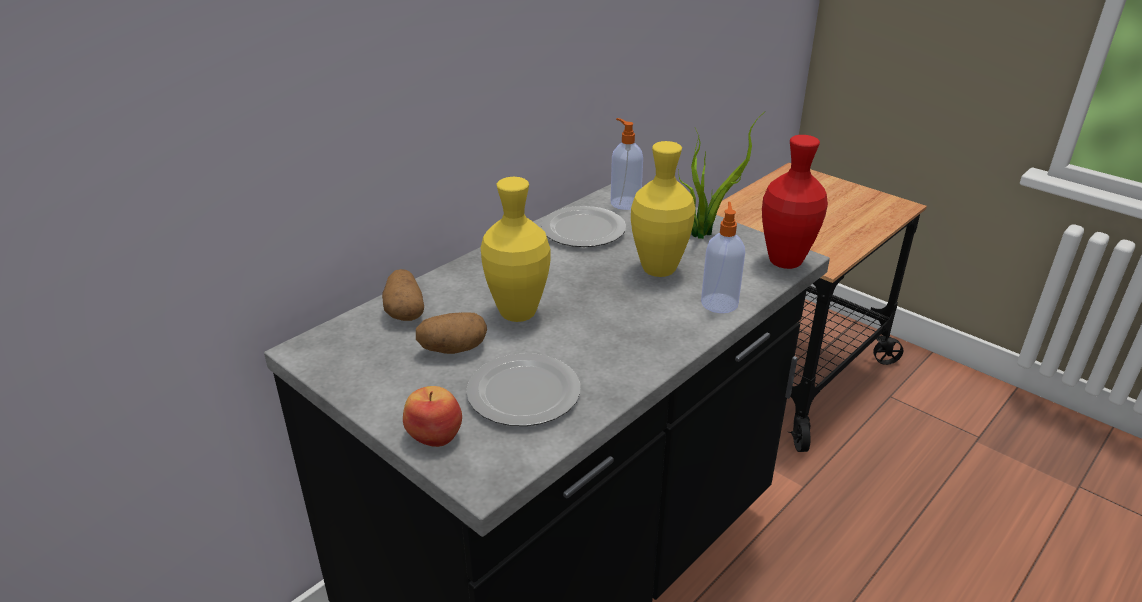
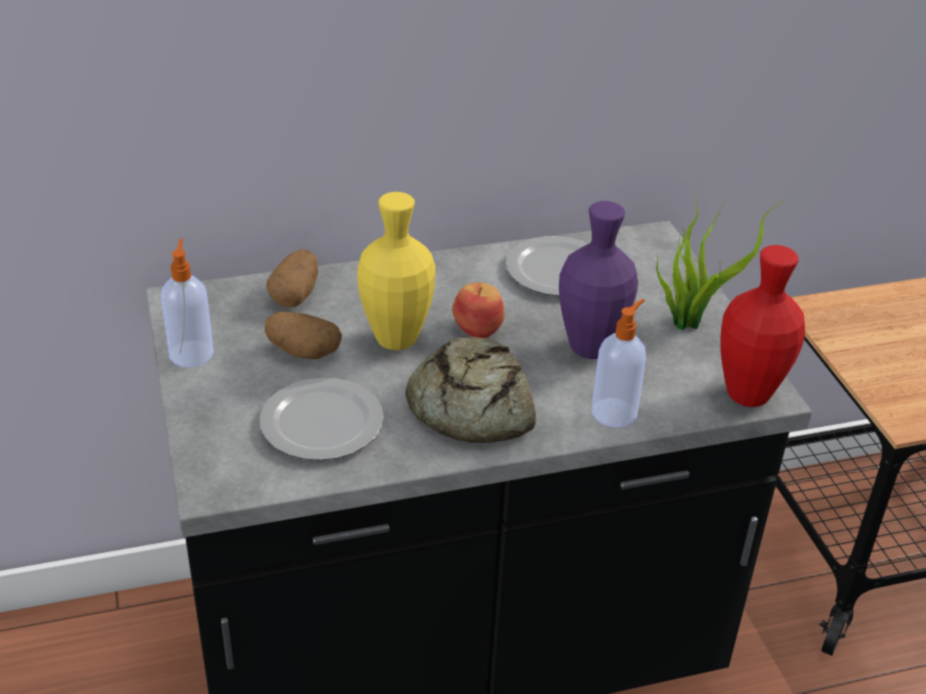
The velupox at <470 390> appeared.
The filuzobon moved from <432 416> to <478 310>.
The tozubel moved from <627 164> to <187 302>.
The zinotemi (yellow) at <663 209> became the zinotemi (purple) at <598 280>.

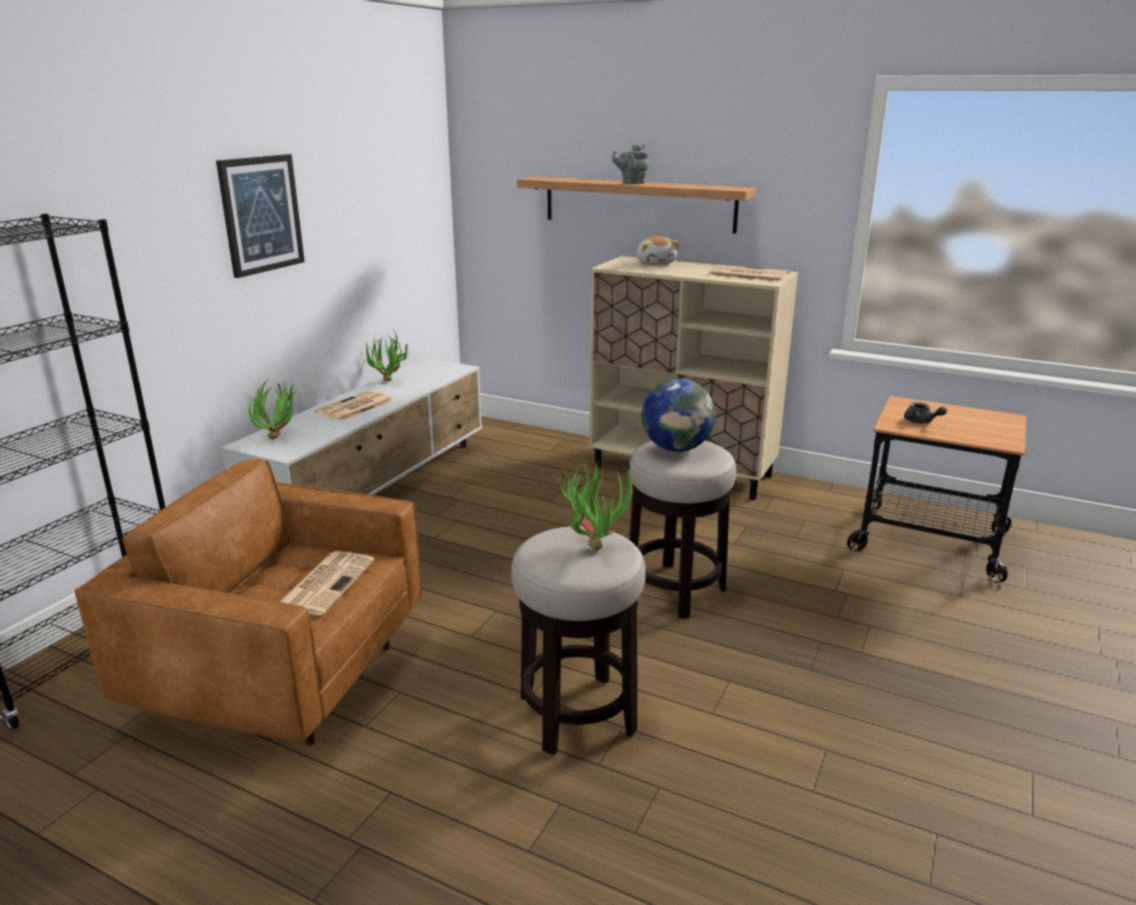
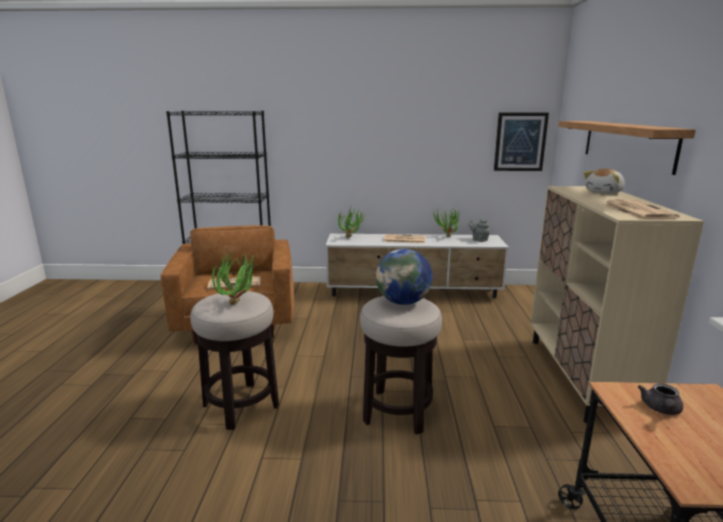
The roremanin moved from <260 216> to <521 141>.
The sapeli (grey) moved from <630 164> to <479 230>.

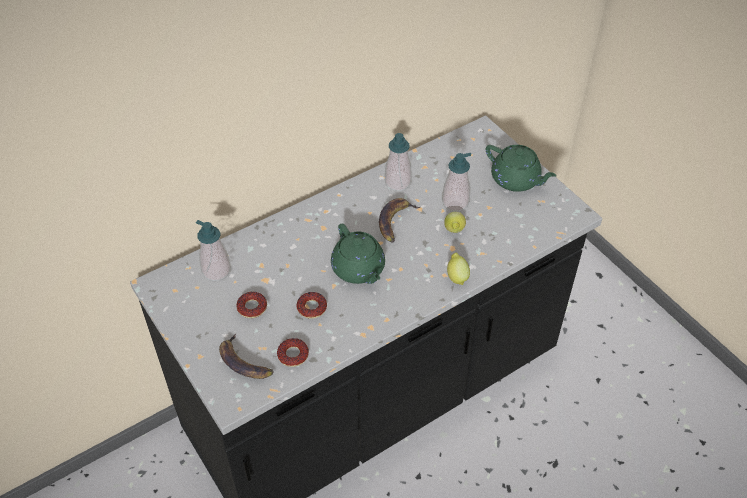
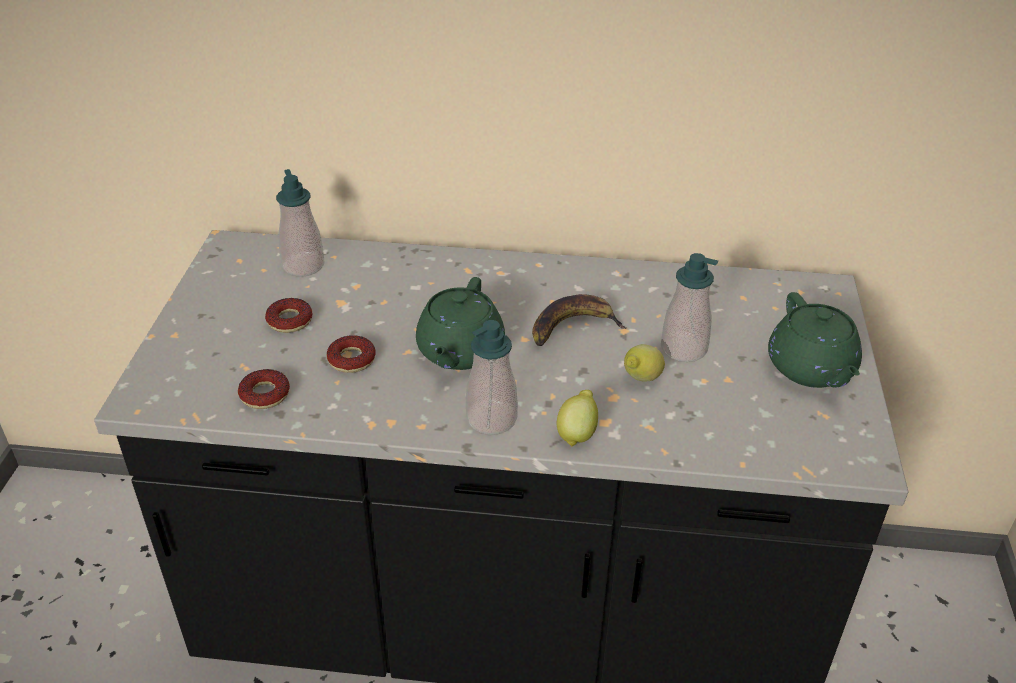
The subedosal at <246 356> disappeared.
The tozubel moved from <398 162> to <492 377>.

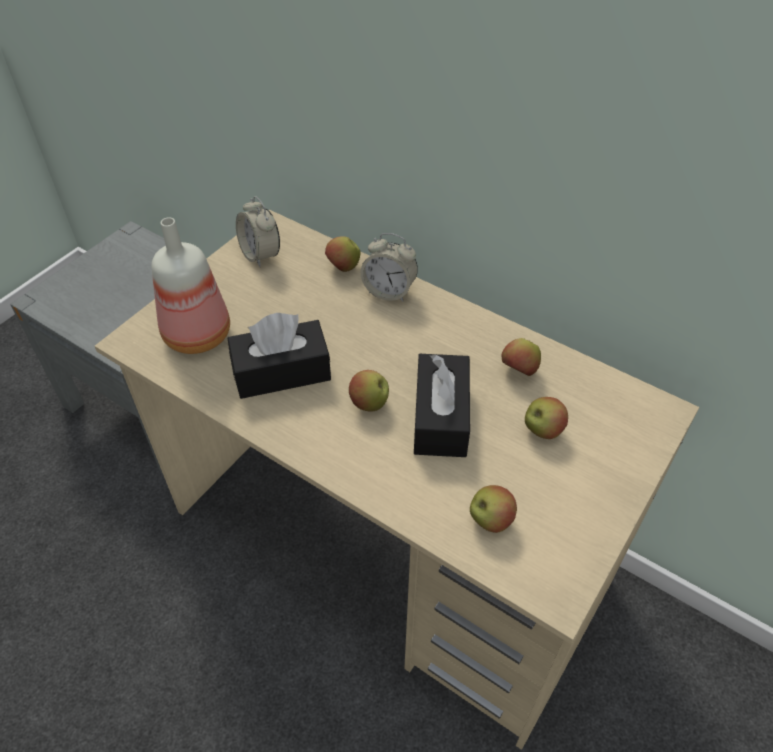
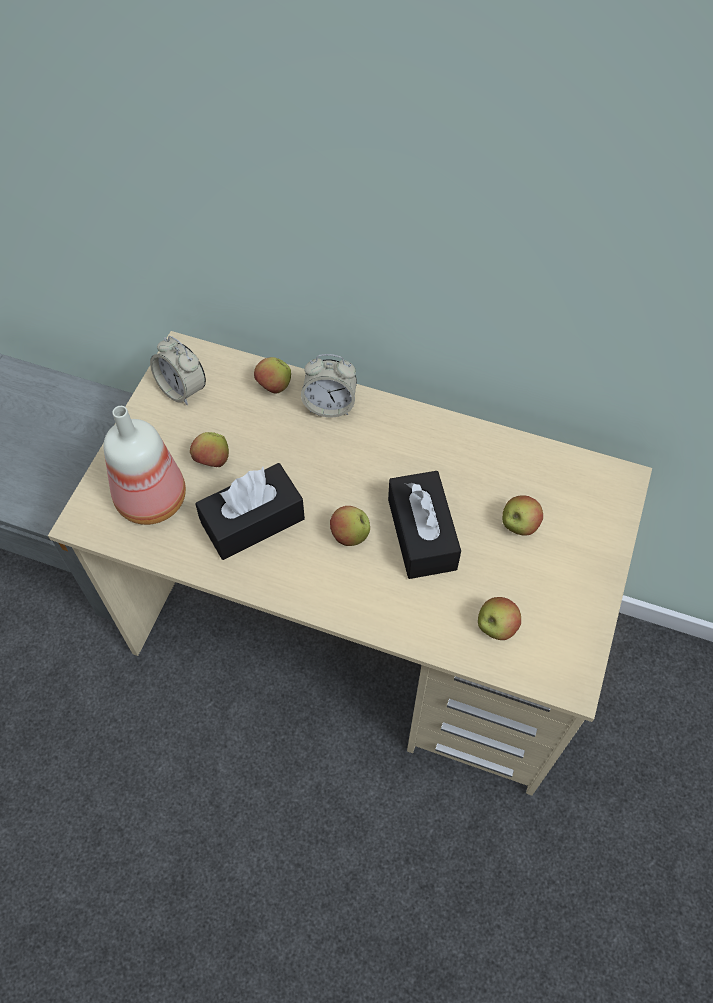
The filuzobon moved from <521 357> to <209 449>.

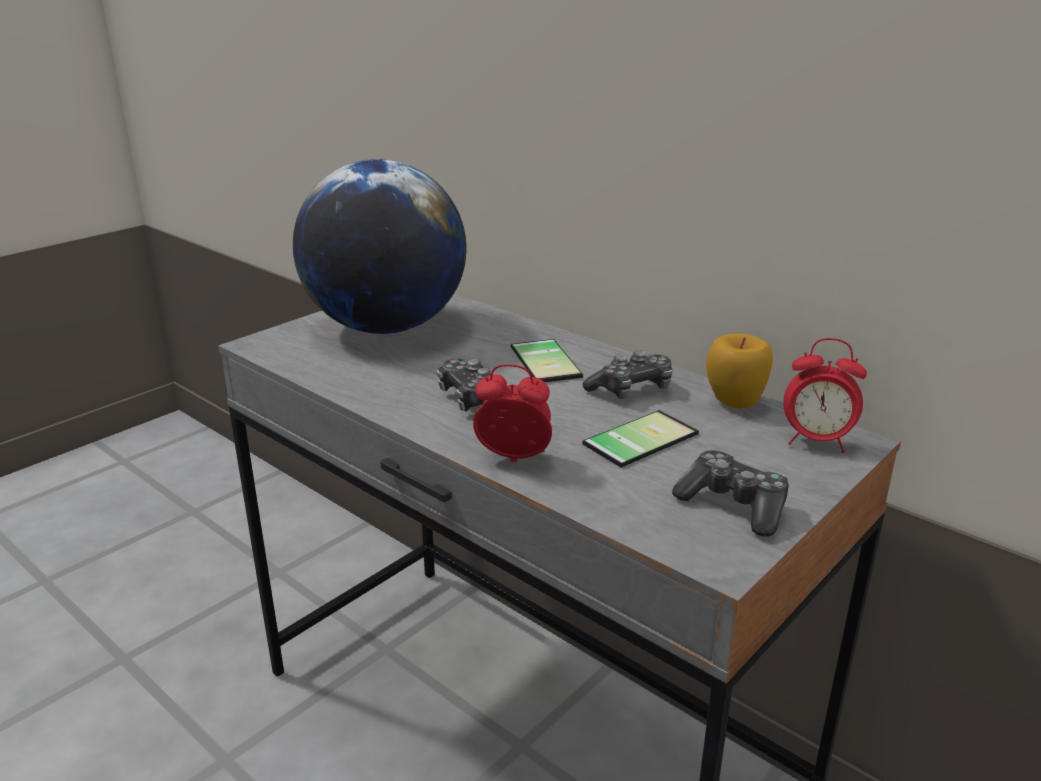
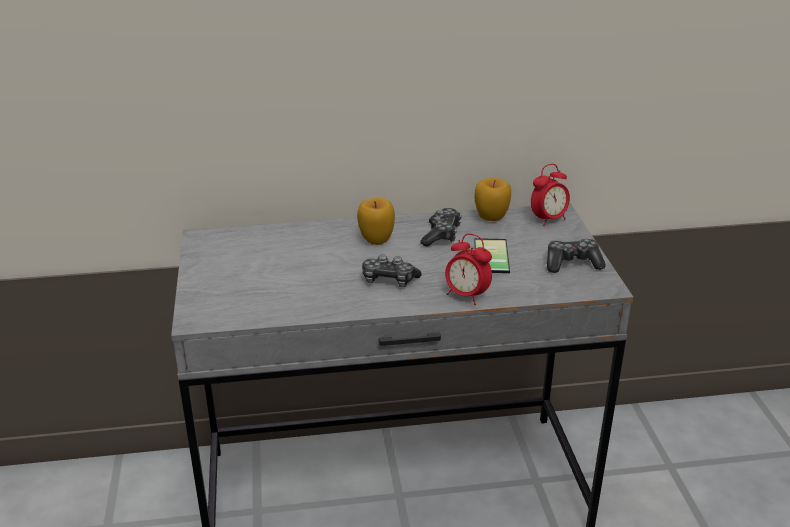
The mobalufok at <380 246> disappeared.
The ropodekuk at <547 360> was replaced by the filuzobon at <376 221>.
The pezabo at <512 413> turned 105 degrees counterclockwise.

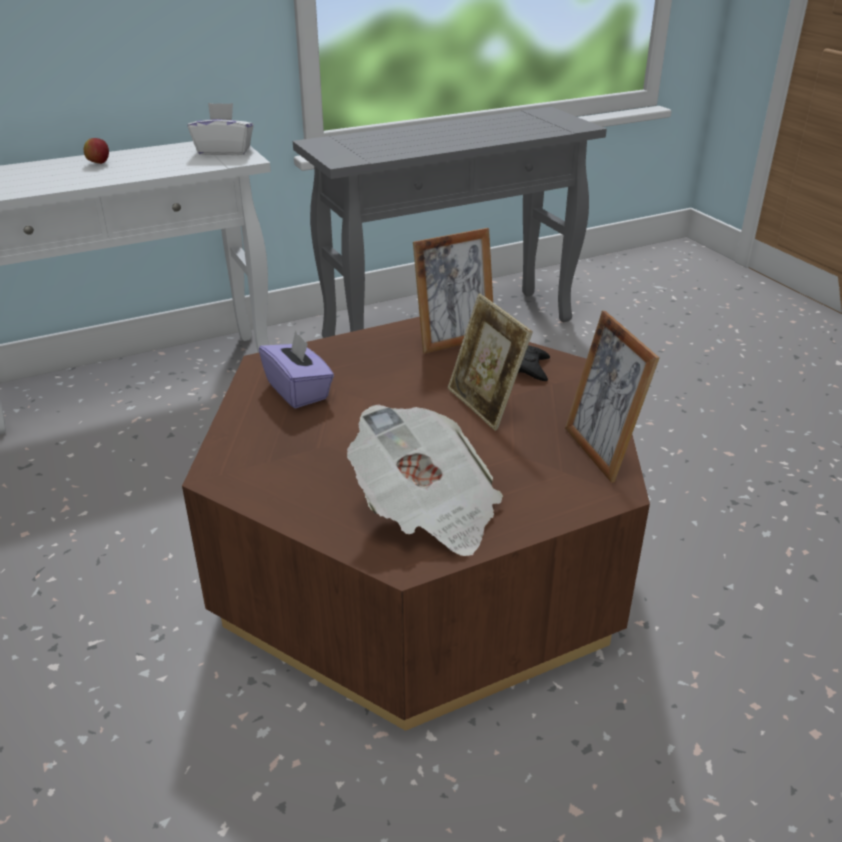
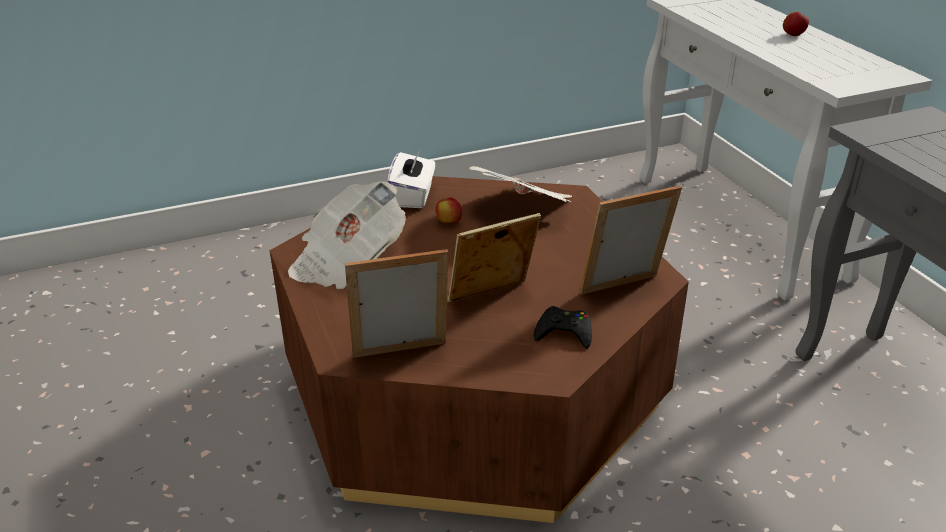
The filuzobon at <449 210> appeared.
The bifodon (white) moved from <221 129> to <411 178>.
The bifodon (purple) at <296 369> was replaced by the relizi at <520 184>.
The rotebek at <453 291> turned 90 degrees clockwise.

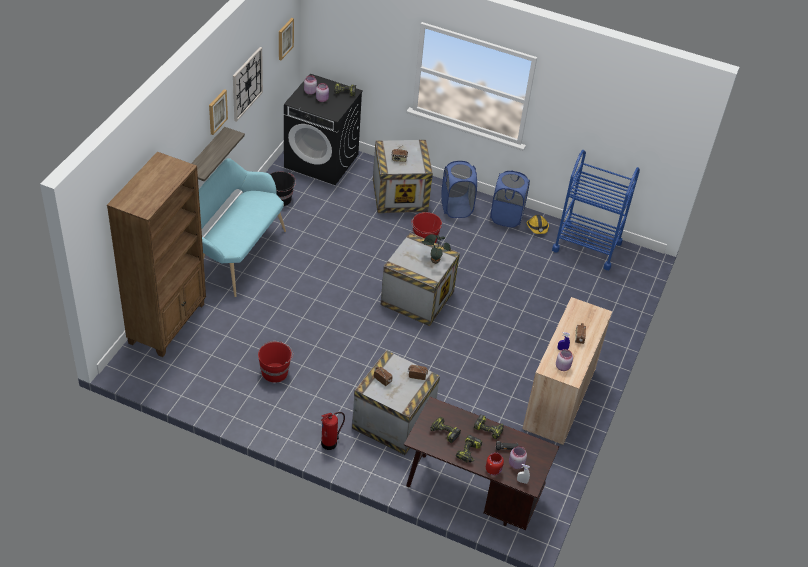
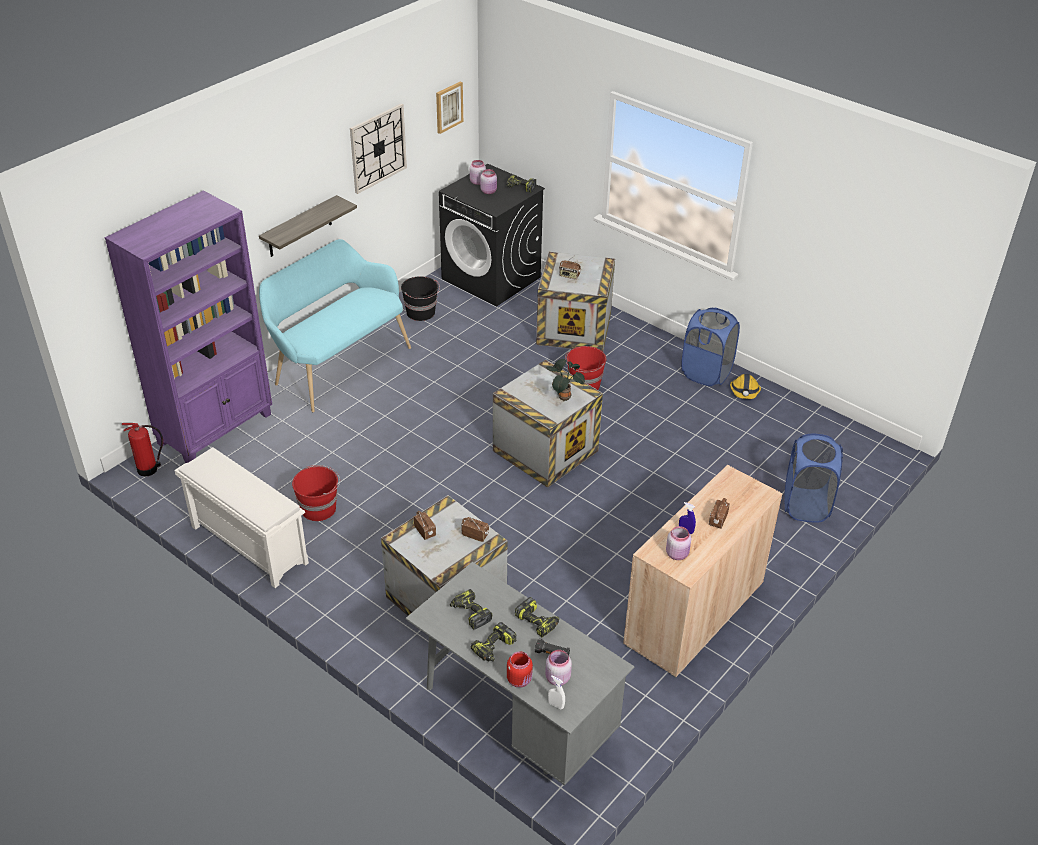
The roremanin at <218 112> disappeared.
The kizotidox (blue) at <596 210> disappeared.
The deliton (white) at <242 517> appeared.
The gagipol moved from <333 431> to <142 449>.
The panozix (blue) moved from <459 189> to <814 478>.
The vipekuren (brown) at <156 254> became the vipekuren (purple) at <188 327>.
The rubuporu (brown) at <481 463> became the rubuporu (grey) at <520 674>.

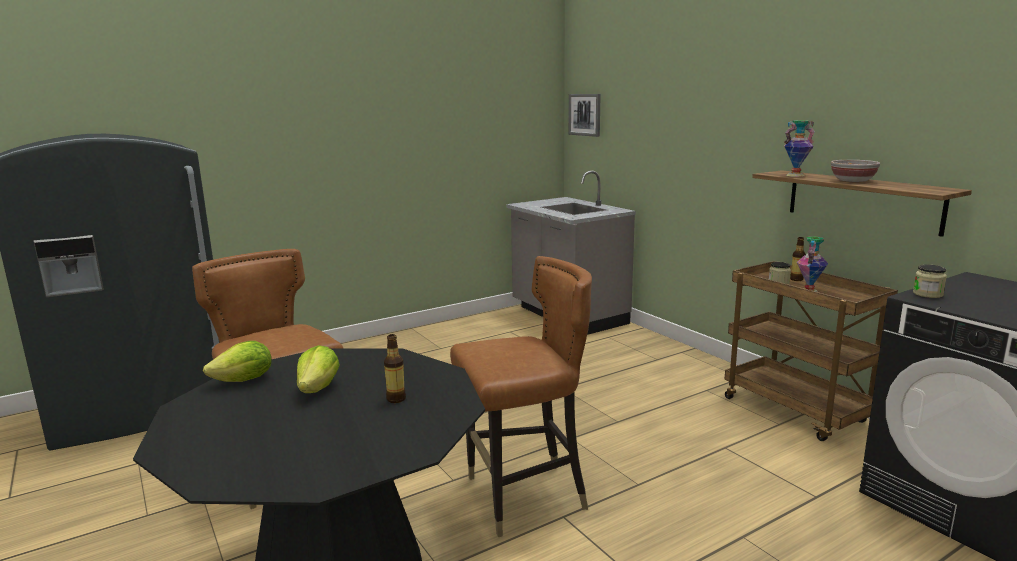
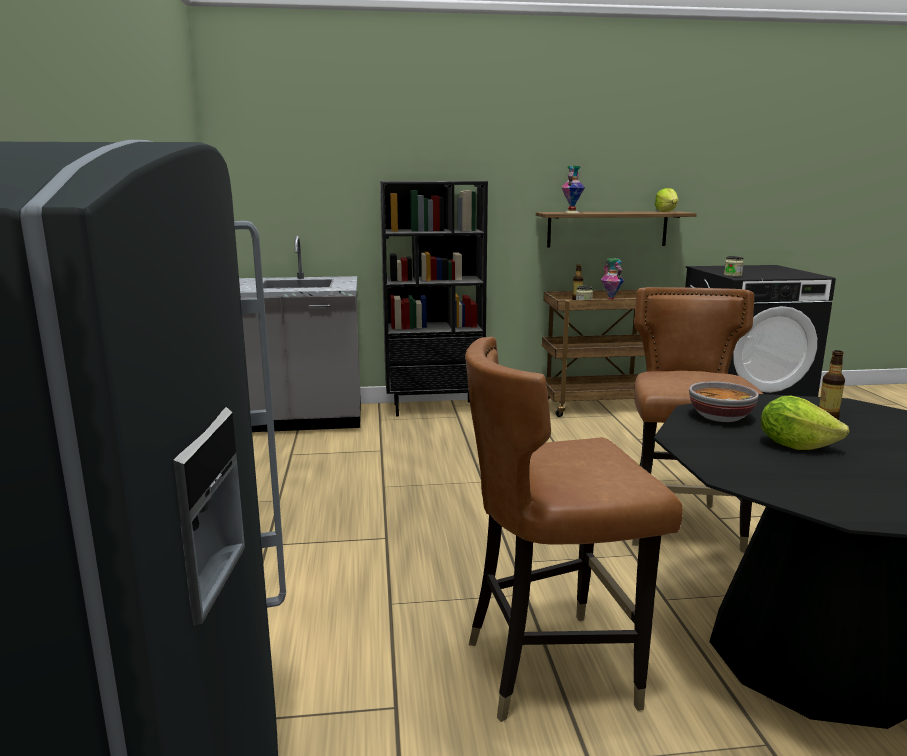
The roremanin at <585 115> disappeared.
The vipekuren (black) at <434 299> appeared.
The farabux moved from <237 361> to <666 200>.
The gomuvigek moved from <855 171> to <724 402>.

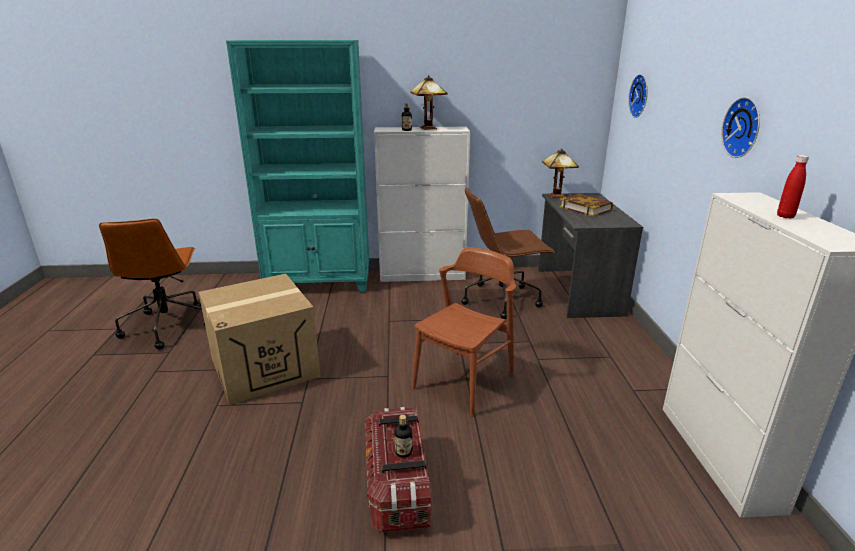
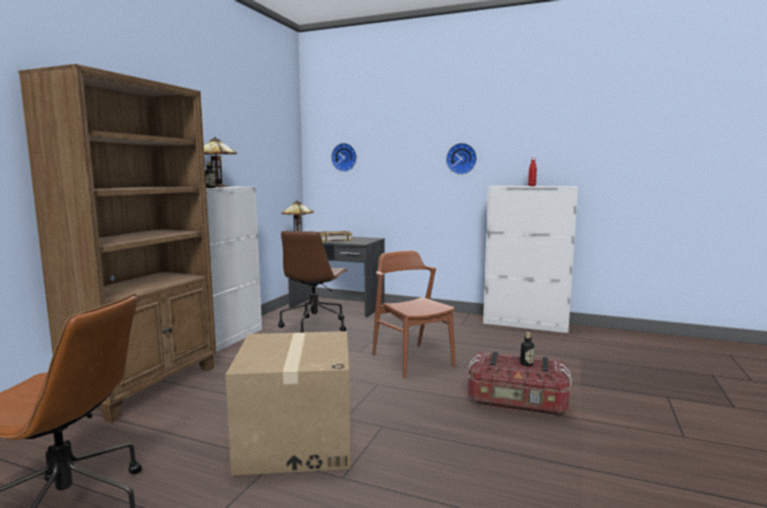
The vipekuren (turquoise) at <297 166> became the vipekuren (brown) at <117 243>.

